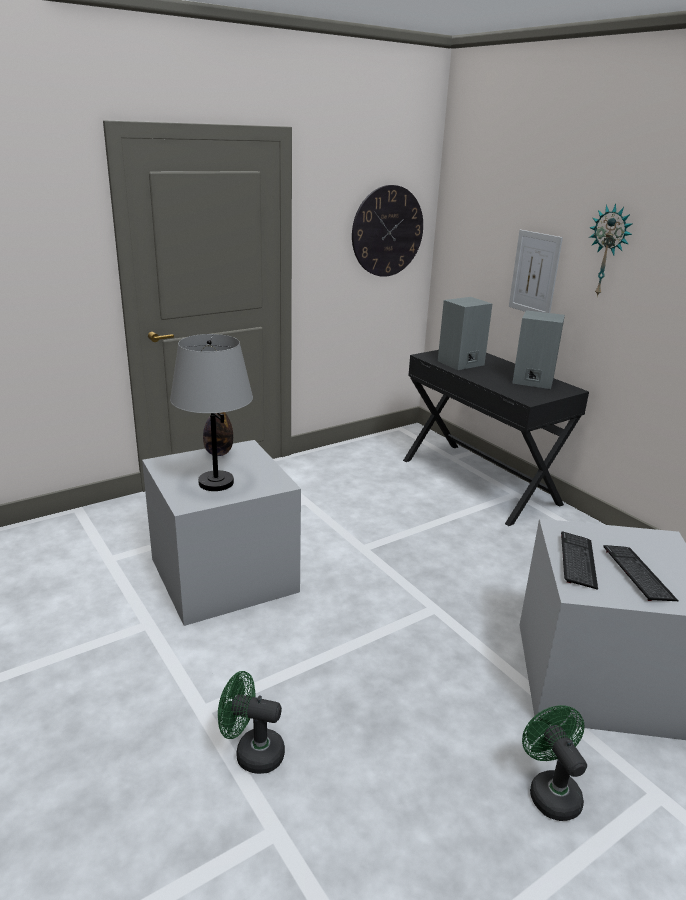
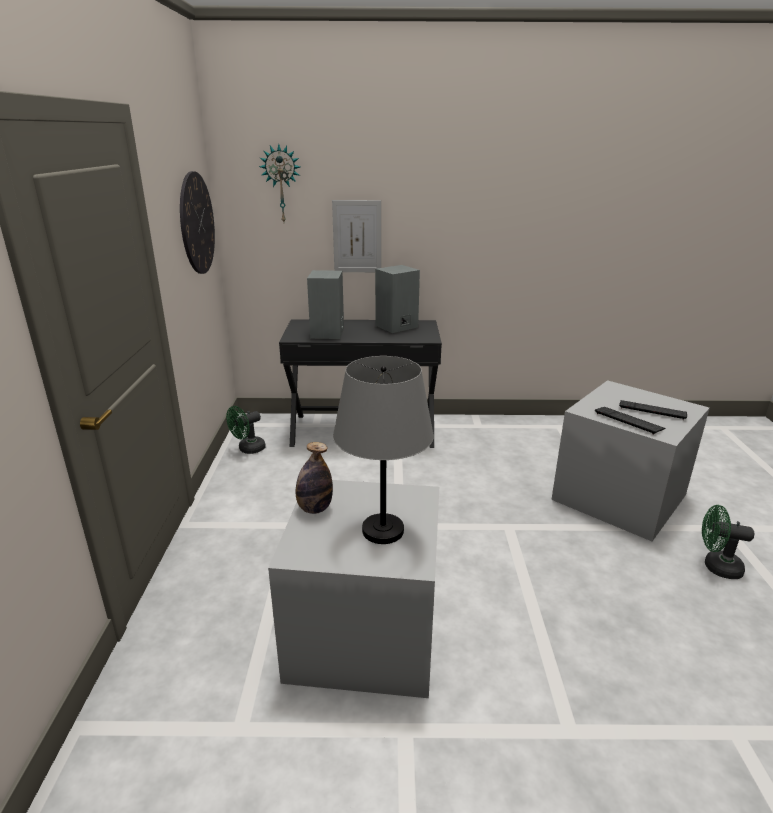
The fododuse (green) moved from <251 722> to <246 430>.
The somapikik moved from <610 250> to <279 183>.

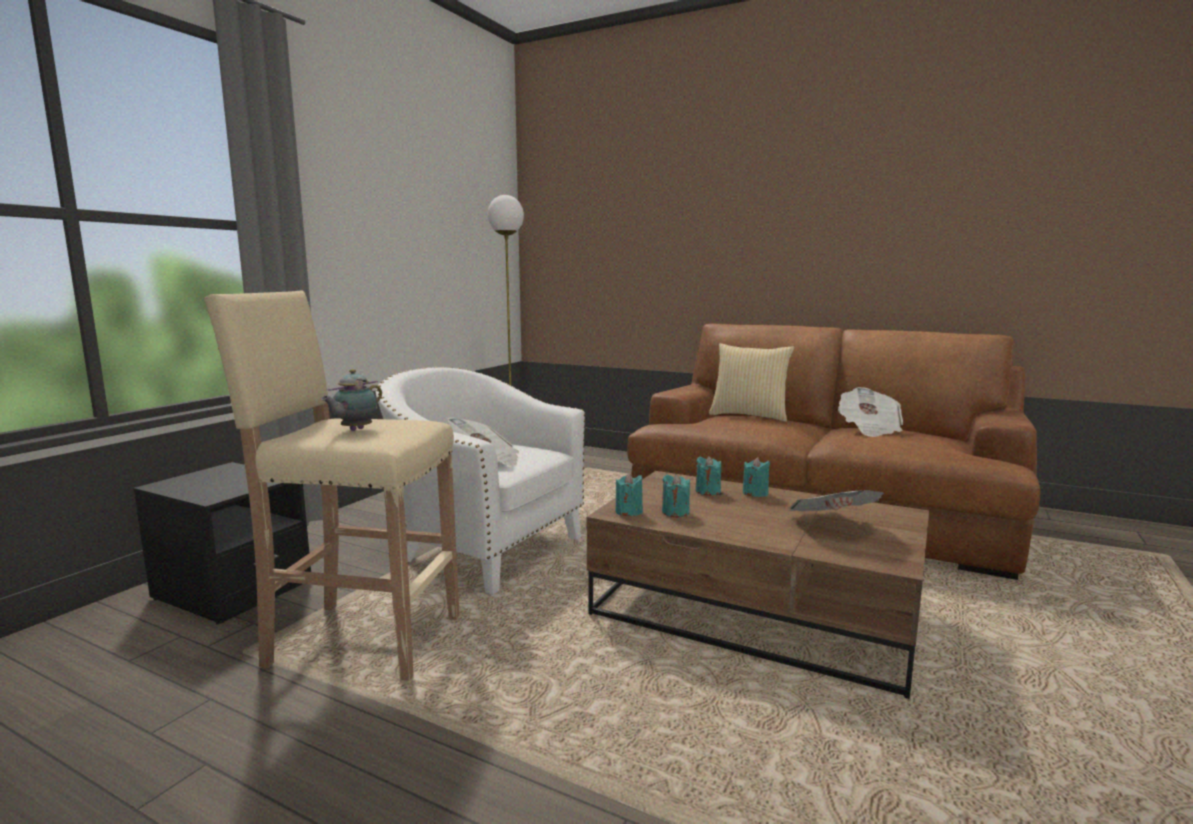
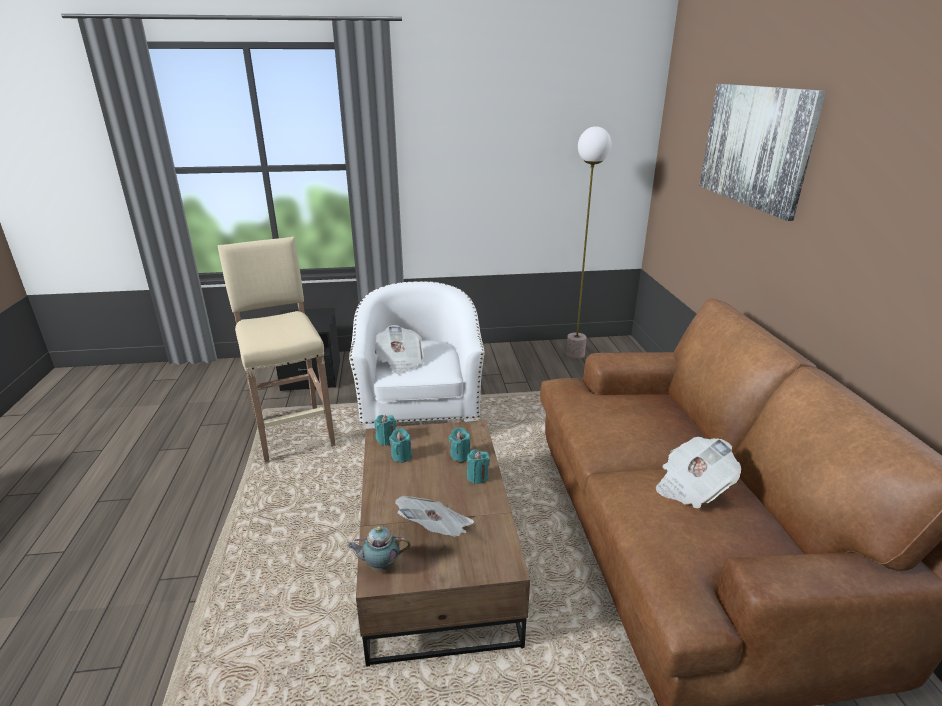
The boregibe at <752 382> disappeared.
The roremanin at <762 152> appeared.
The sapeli moved from <351 400> to <379 549>.

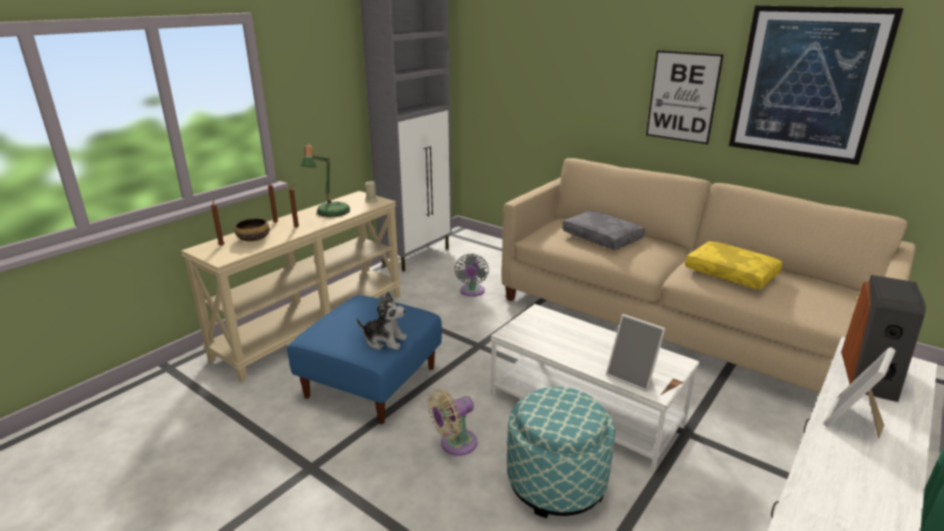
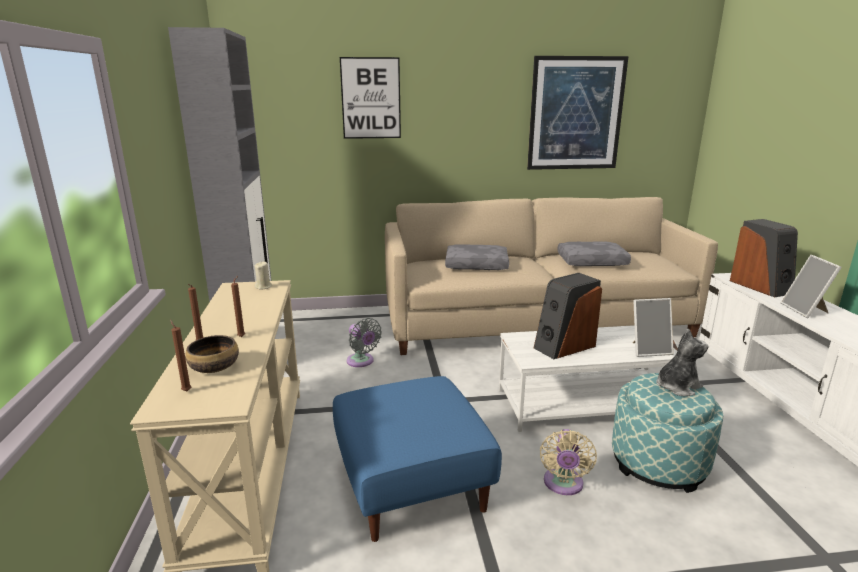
The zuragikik at <325 180> disappeared.
The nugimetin at <568 316> appeared.
The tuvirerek moved from <382 320> to <682 363>.
The roremanin moved from <684 97> to <370 98>.
The boregibe (yellow) at <734 265> became the boregibe (grey) at <594 253>.

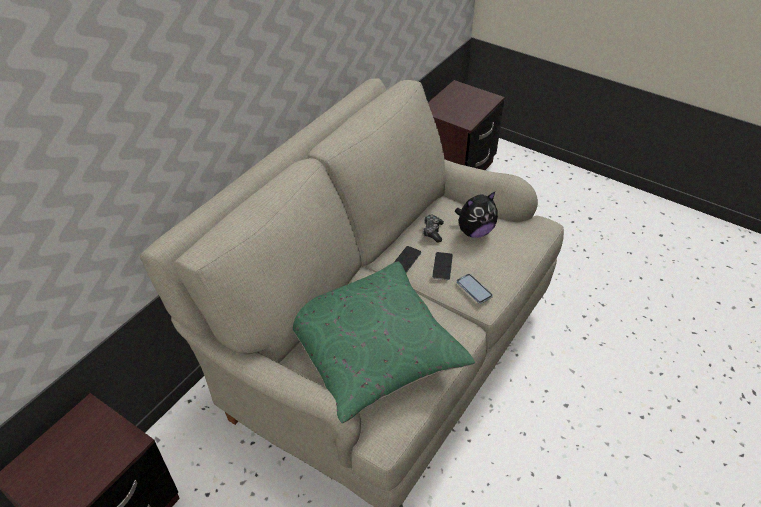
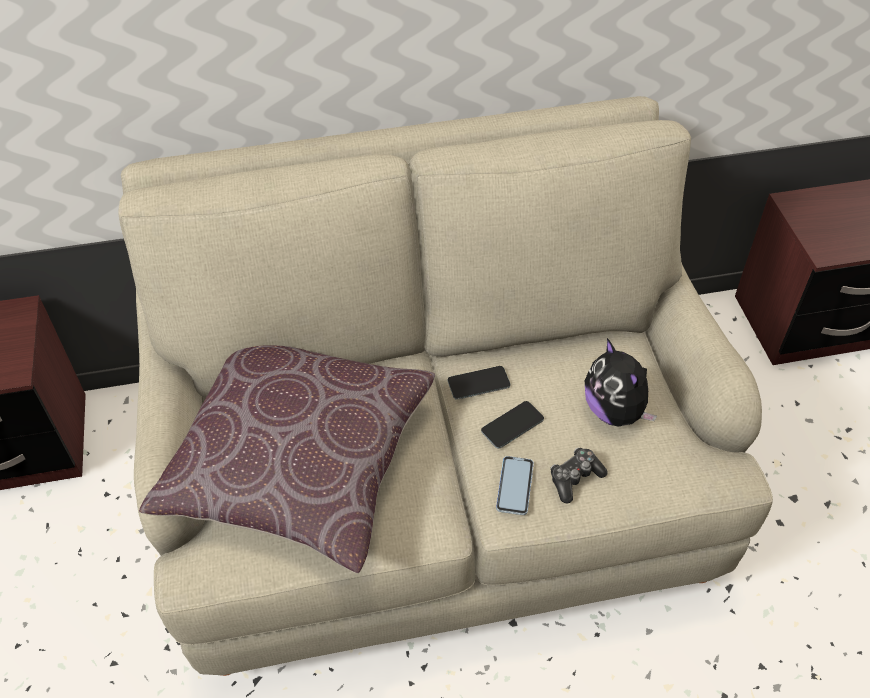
The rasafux moved from <433 229> to <579 475>.
The boregibe (green) at <384 342> became the boregibe (brown) at <287 459>.
The tuvirerek at <476 215> turned 45 degrees clockwise.

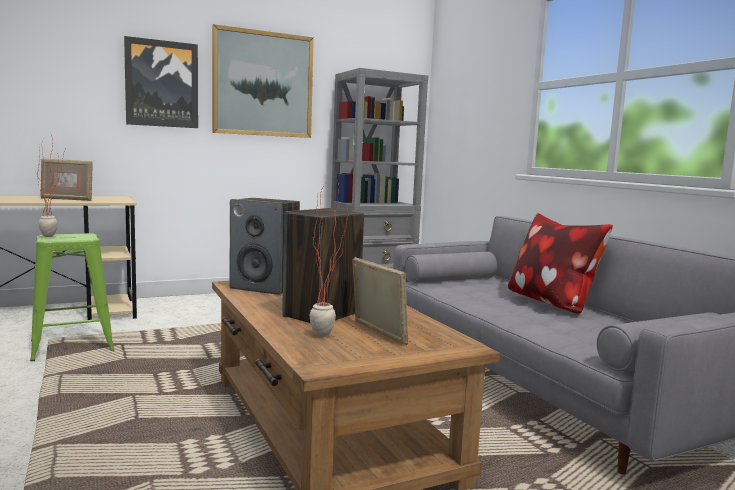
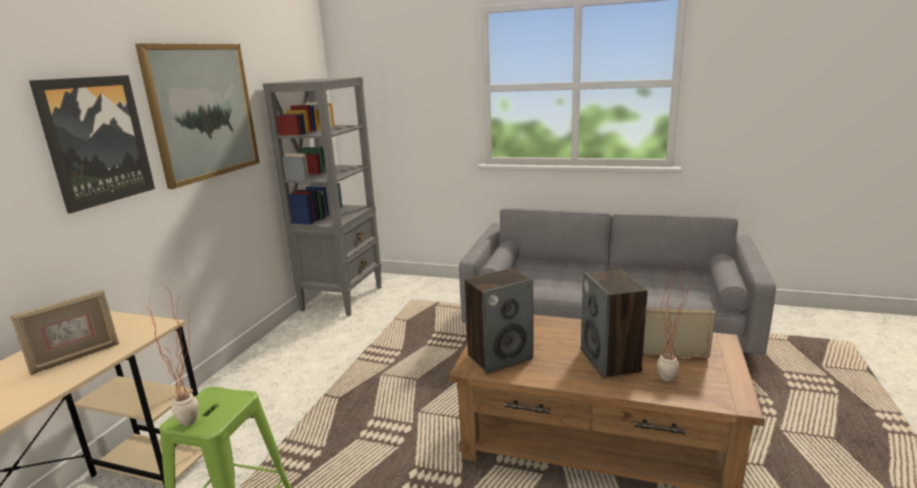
The boregibe at <560 263> disappeared.

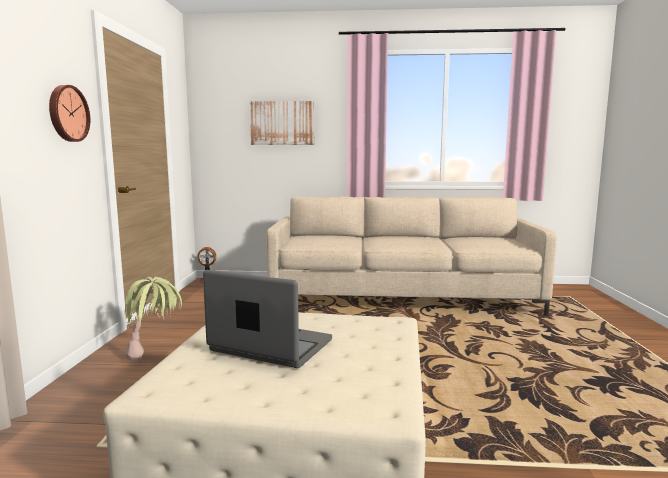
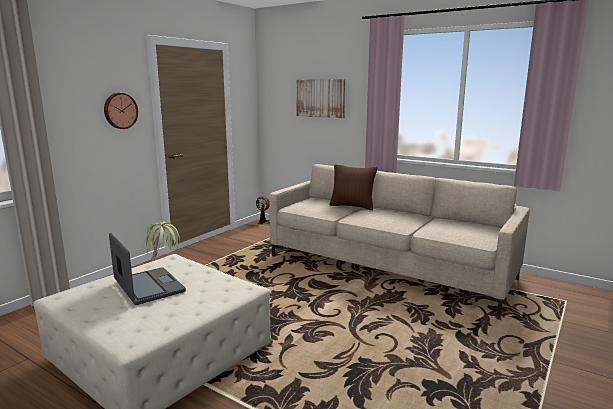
The boregibe (brown) at <353 187> appeared.

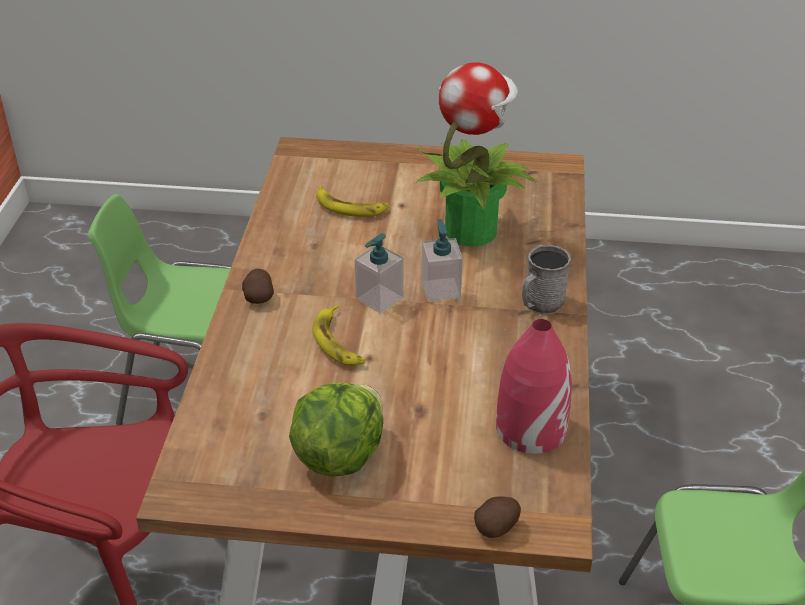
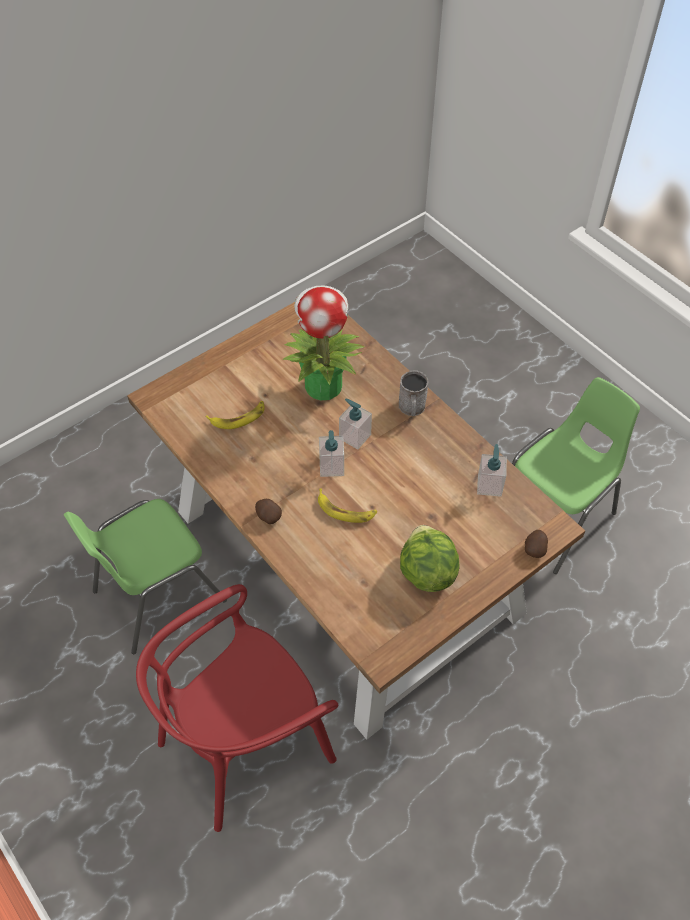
The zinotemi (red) at <534 386> was replaced by the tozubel at <492 470>.

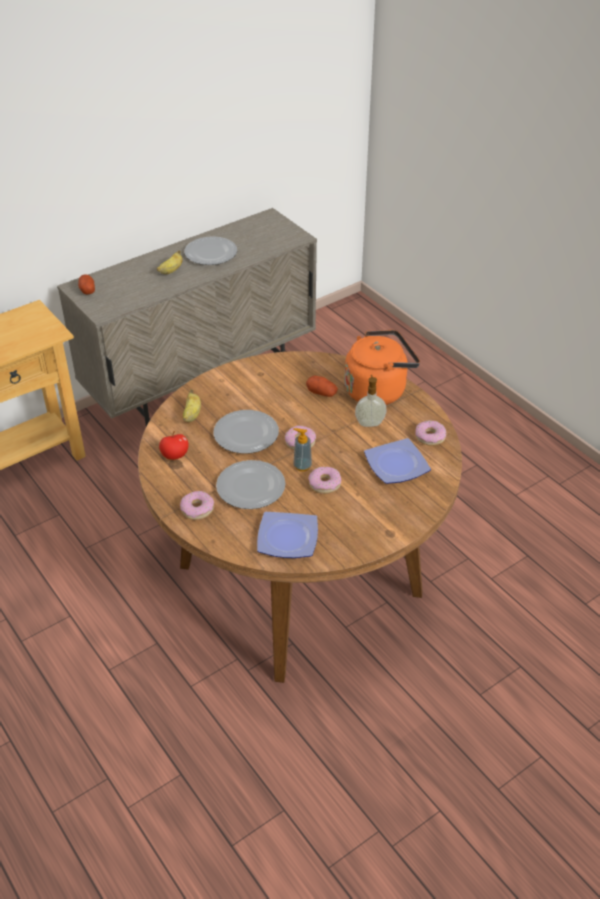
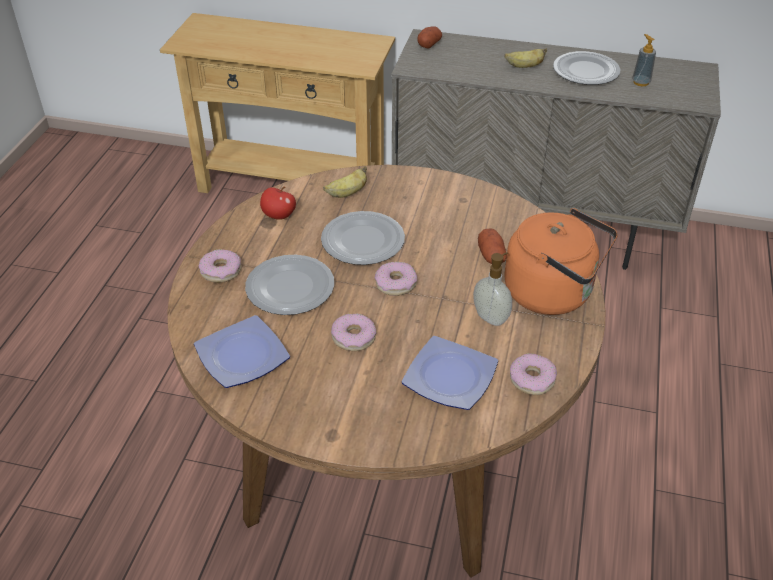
The tozubel moved from <302 449> to <644 60>.

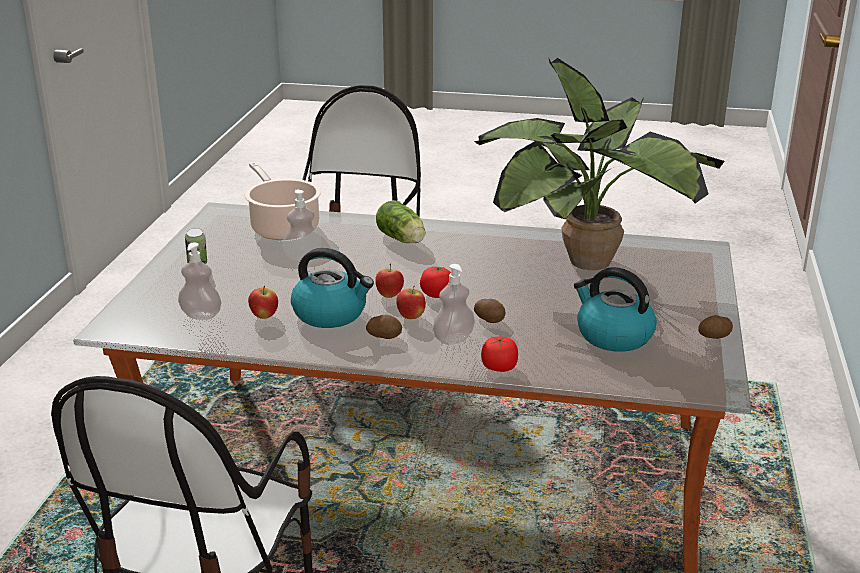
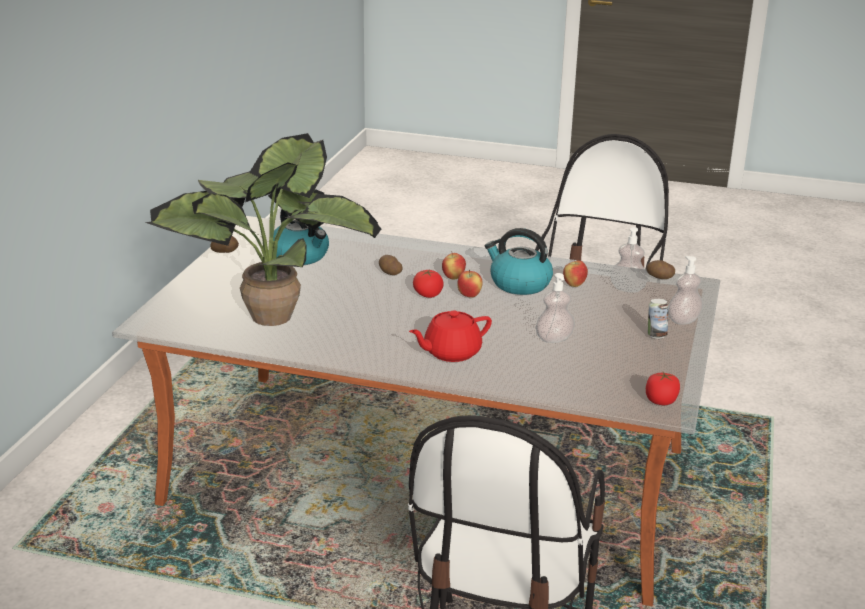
The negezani at <283 201> disappeared.
The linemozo moved from <384 327> to <660 269>.
The tozubel moved from <454 304> to <685 290>.
The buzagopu moved from <499 354> to <663 388>.
The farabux at <400 221> was replaced by the sapeli (red) at <450 336>.

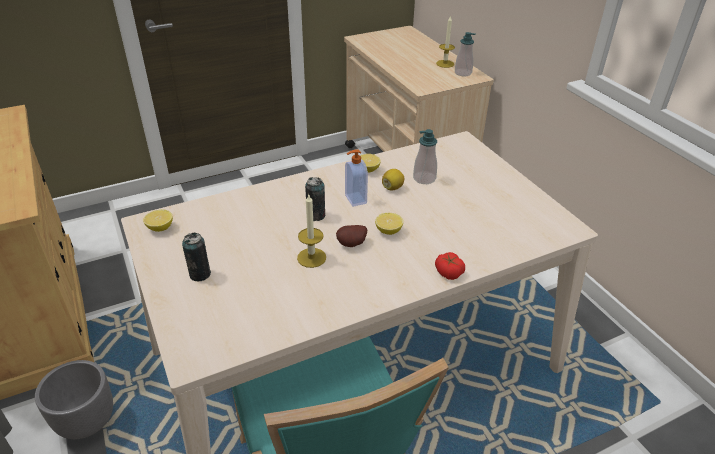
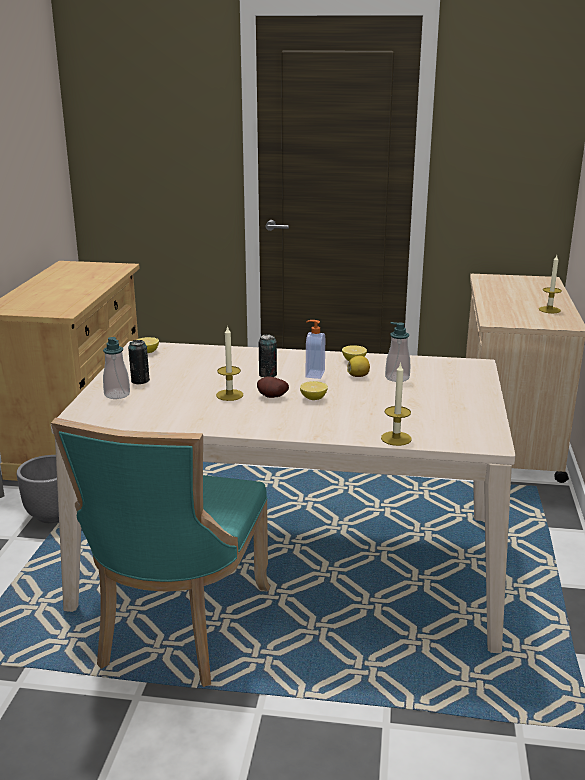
The buzagopu at <450 266> disappeared.
The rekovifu at <396 404> appeared.
The tozubel moved from <465 54> to <116 368>.

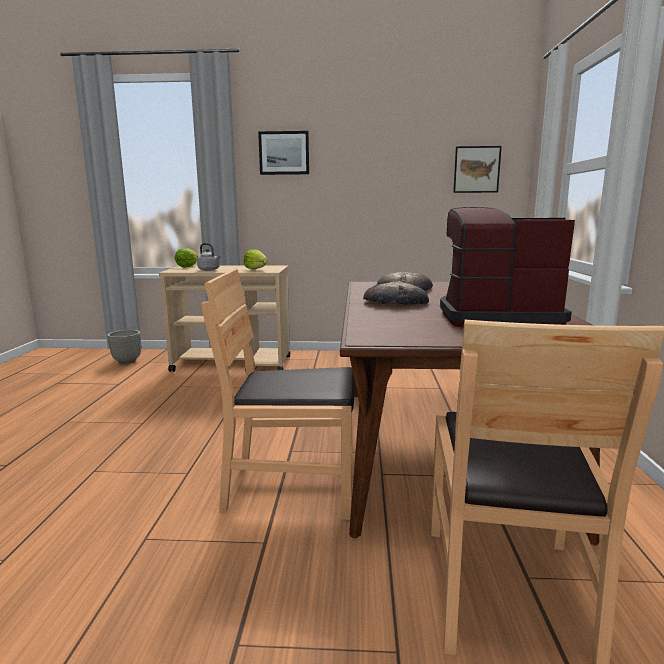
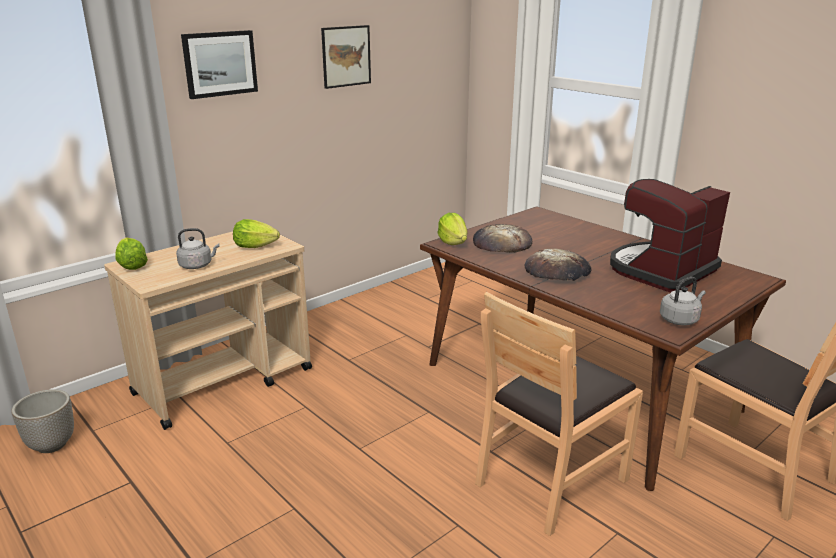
The farabux at <452 229> appeared.
The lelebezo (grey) at <683 301> appeared.
The roremanin moved from <477 169> to <346 57>.

